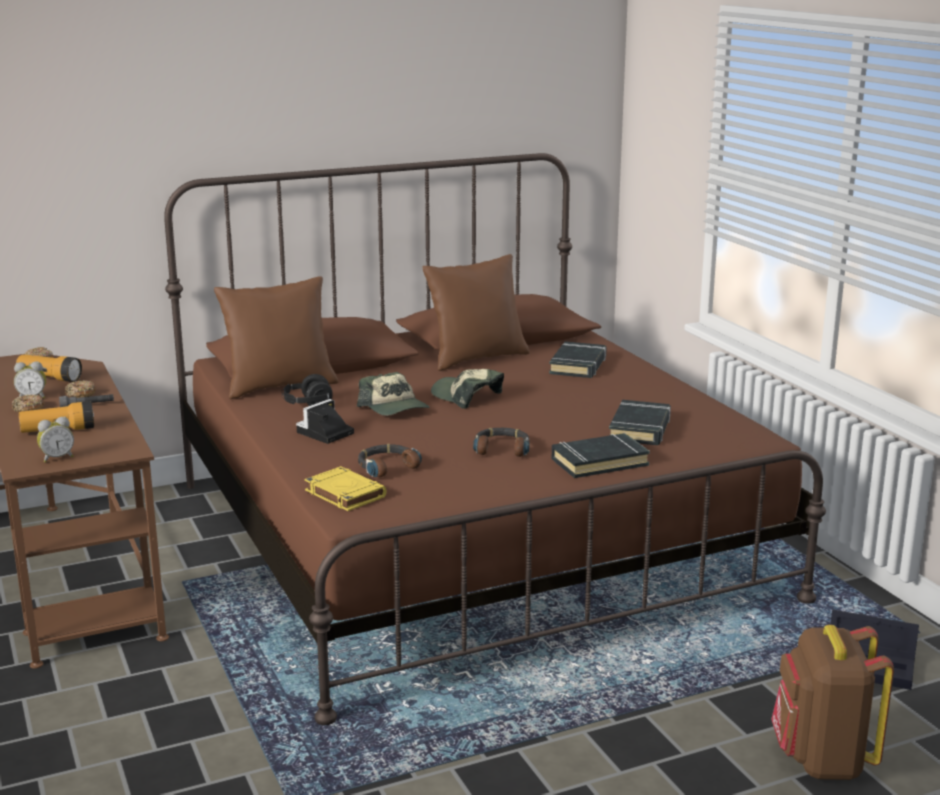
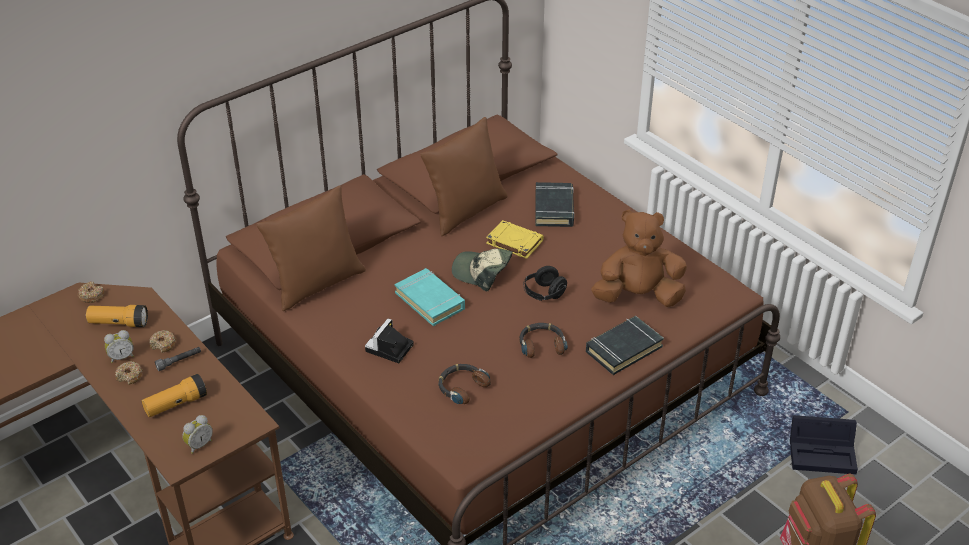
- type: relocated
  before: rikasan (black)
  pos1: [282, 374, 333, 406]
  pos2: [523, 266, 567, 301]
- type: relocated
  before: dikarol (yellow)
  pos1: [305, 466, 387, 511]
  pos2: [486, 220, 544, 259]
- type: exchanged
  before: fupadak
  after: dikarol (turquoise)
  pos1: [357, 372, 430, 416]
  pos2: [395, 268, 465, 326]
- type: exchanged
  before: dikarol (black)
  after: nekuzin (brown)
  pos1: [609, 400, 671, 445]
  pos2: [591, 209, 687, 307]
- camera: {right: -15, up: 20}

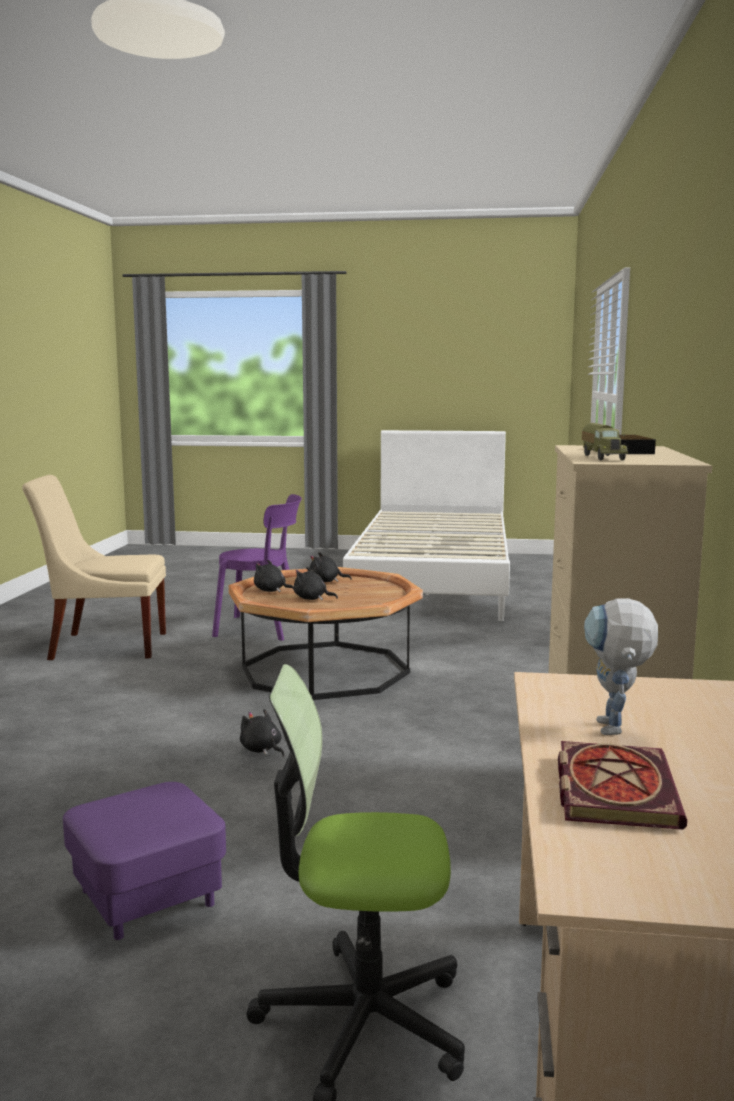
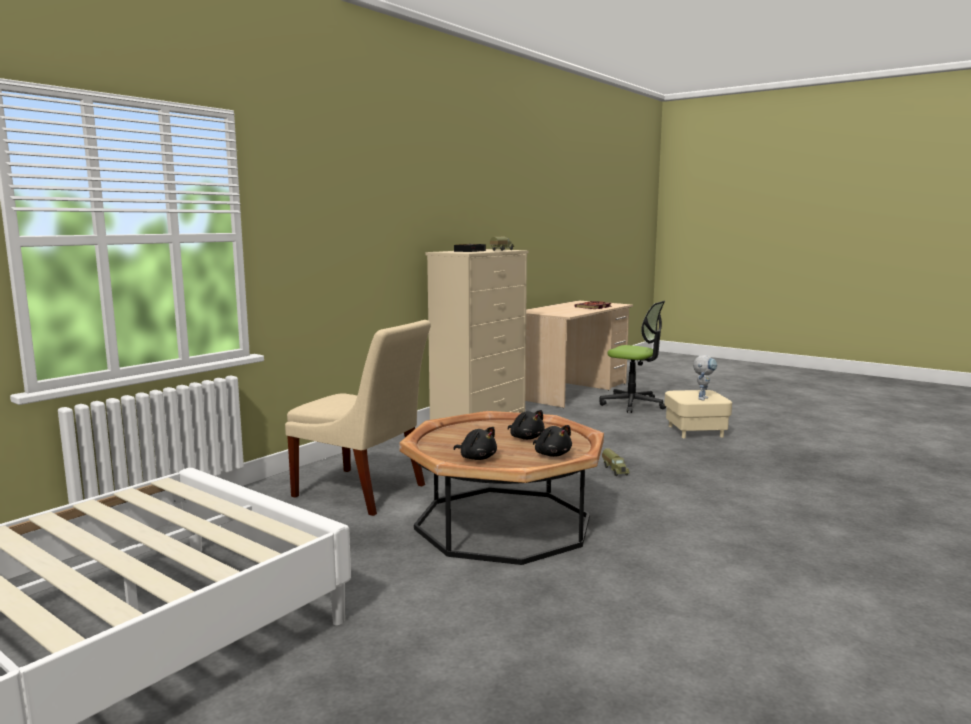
- type: missing
  before: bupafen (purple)
  pos1: [212, 494, 302, 641]
- type: relocated
  before: bupafen (beige)
  pos1: [22, 475, 166, 660]
  pos2: [285, 320, 431, 516]
- type: relocated
  before: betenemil
  pos1: [584, 598, 658, 735]
  pos2: [693, 355, 717, 401]
- type: exchanged
  before: nekuzin (black)
  after: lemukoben
  pos1: [240, 709, 284, 757]
  pos2: [602, 448, 630, 476]
- type: colour
  before: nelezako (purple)
  after: nelezako (beige)
  pos1: [63, 782, 226, 940]
  pos2: [664, 390, 732, 438]
- camera: {right: -150, up: 0}

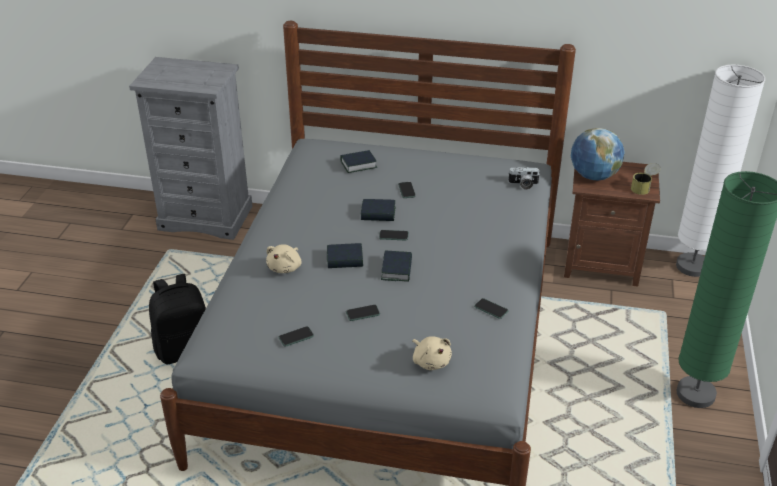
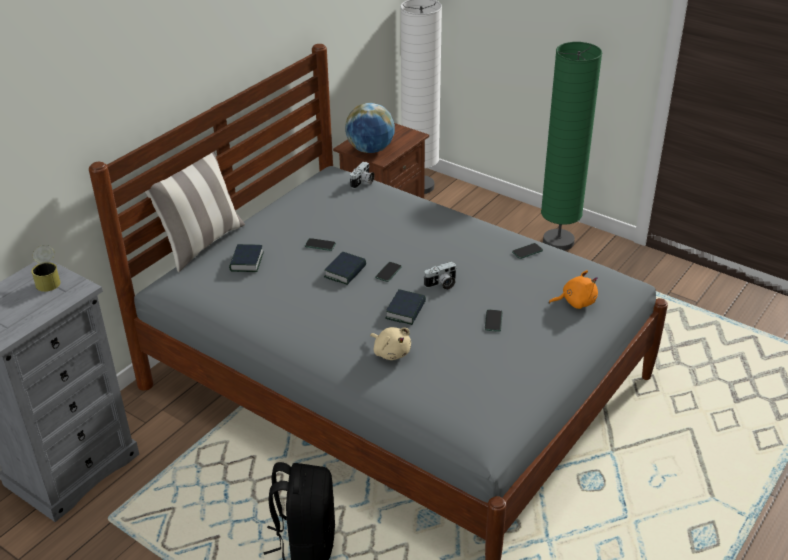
- type: missing
  before: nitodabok
  pos1: [278, 326, 314, 347]
- type: appeared
  after: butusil
  pos2: [145, 151, 245, 272]
- type: relocated
  before: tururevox
  pos1: [631, 163, 661, 195]
  pos2: [31, 245, 61, 292]
- type: exchanged
  before: dikarol
  after: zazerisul
  pos1: [381, 251, 412, 282]
  pos2: [424, 261, 456, 290]
- type: colour
  before: nekuzin (beige)
  after: nekuzin (orange)
  pos1: [412, 336, 452, 370]
  pos2: [549, 270, 598, 309]
- camera: {right: -65, up: 0}

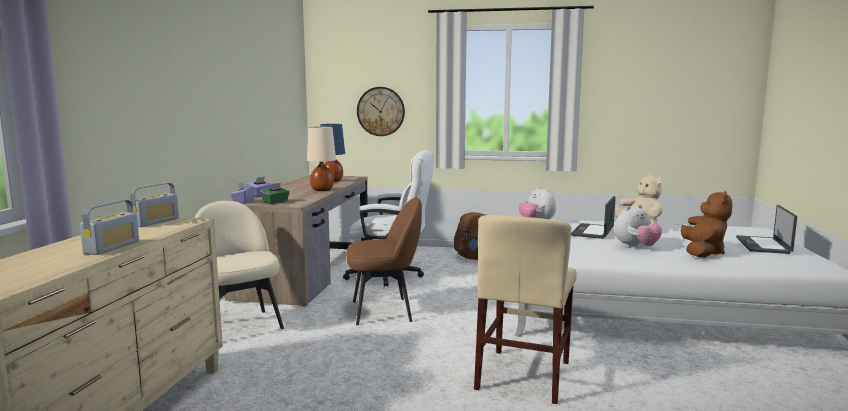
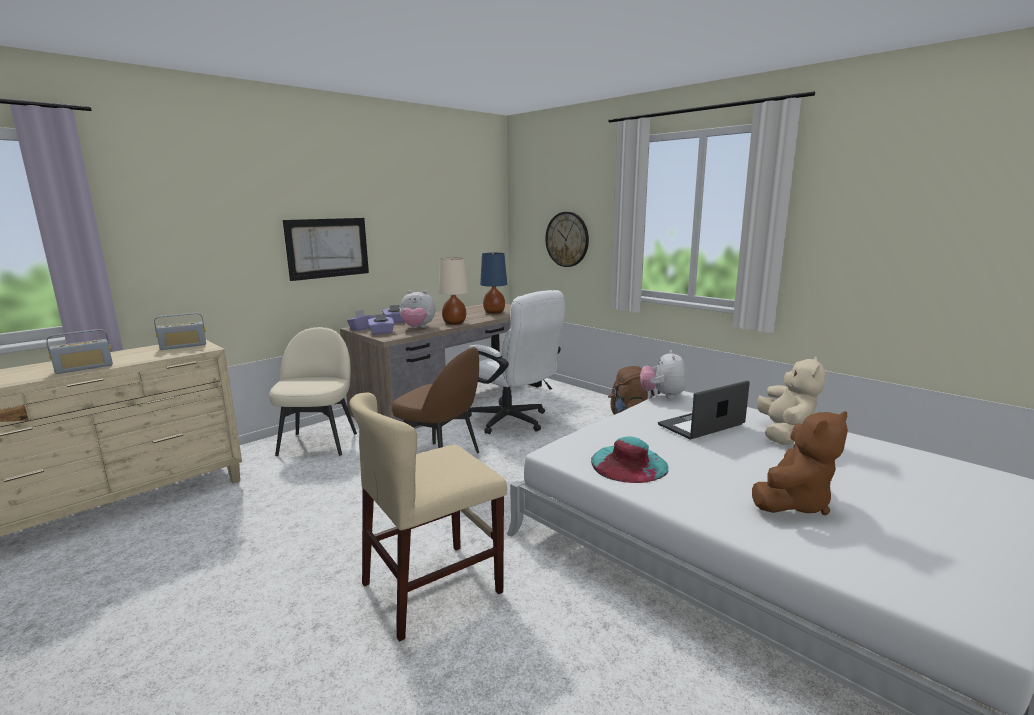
- type: missing
  before: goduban
  pos1: [736, 205, 797, 254]
- type: appeared
  after: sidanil
  pos2: [283, 218, 369, 281]
- type: appeared
  after: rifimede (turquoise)
  pos2: [591, 436, 669, 483]
- type: relocated
  before: nekuzin
  pos1: [615, 205, 662, 248]
  pos2: [400, 291, 435, 328]
- type: colour
  before: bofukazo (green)
  after: bofukazo (purple)
  pos1: [260, 183, 290, 204]
  pos2: [368, 314, 394, 334]
- camera: {right: 35, up: 5}

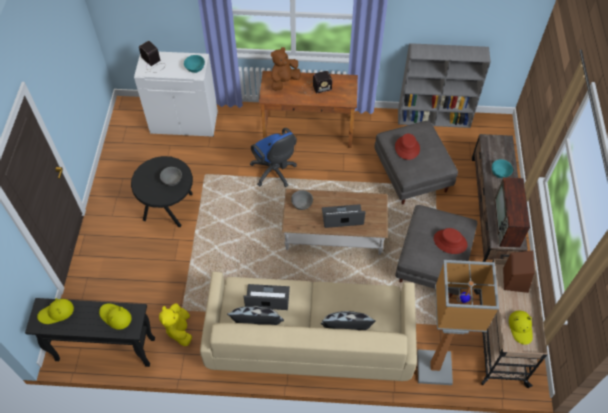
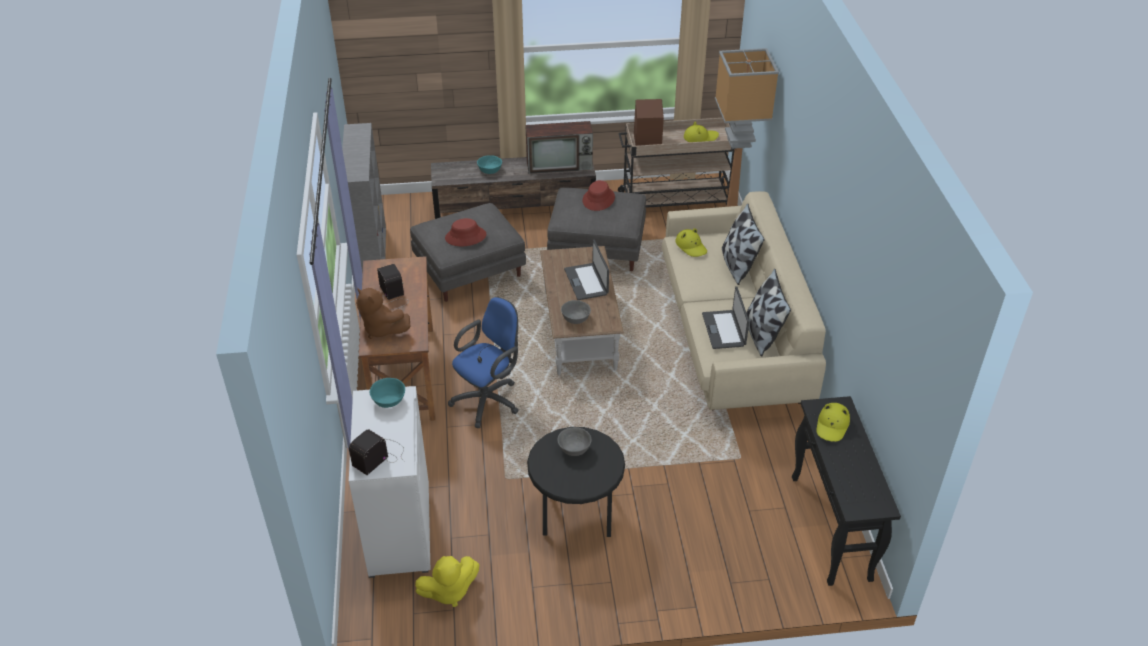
- type: relocated
  before: rifimede (yellow)
  pos1: [37, 298, 74, 324]
  pos2: [676, 228, 707, 257]
- type: relocated
  before: nekuzin (yellow)
  pos1: [159, 303, 192, 346]
  pos2: [415, 556, 479, 607]
- camera: {right: -100, up: -15}

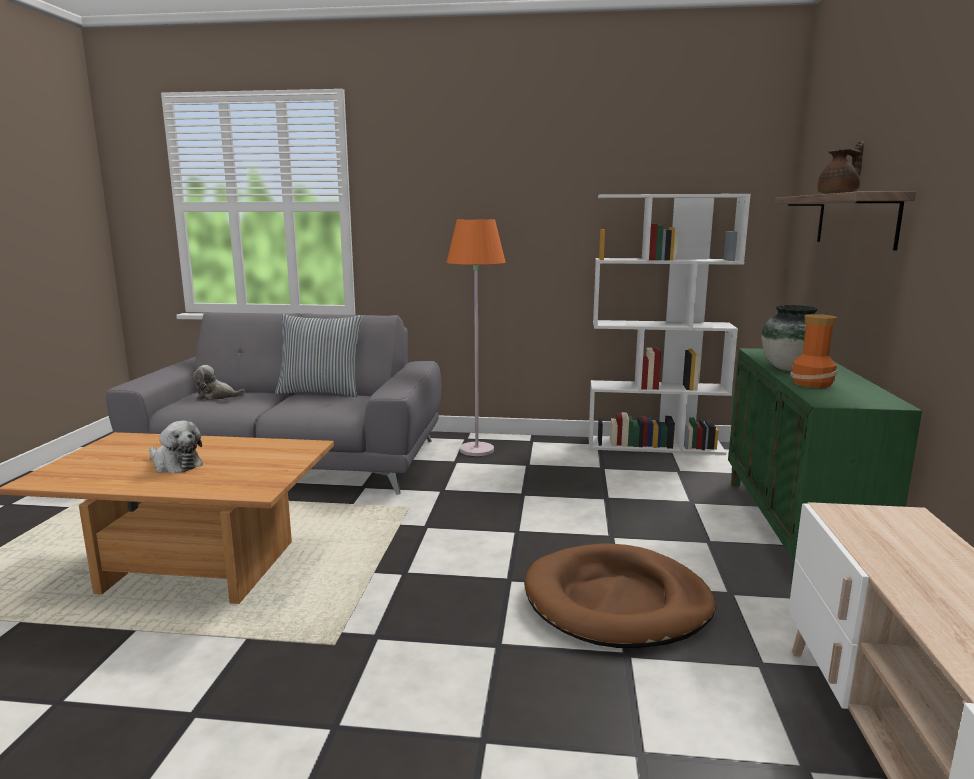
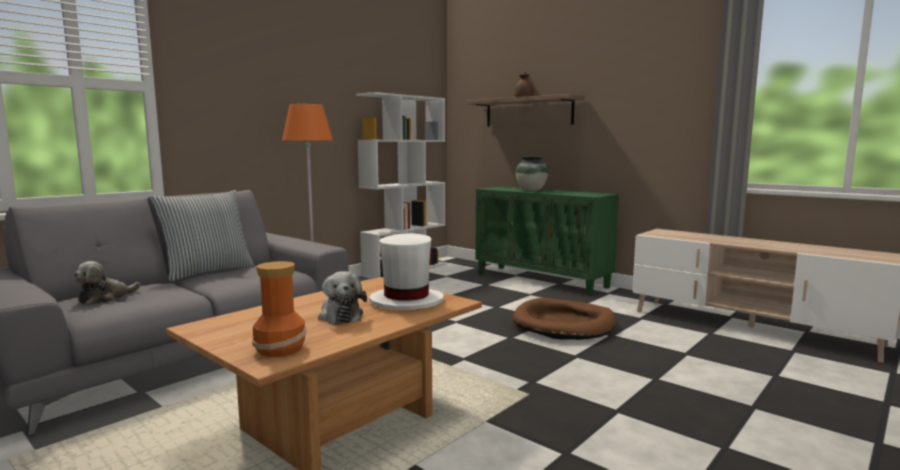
- type: appeared
  after: rifimede (white)
  pos2: [369, 233, 444, 310]
- type: relocated
  before: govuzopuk
  pos1: [791, 314, 837, 388]
  pos2: [252, 261, 306, 357]
- type: spun
  before: nekuzin
  pos1: [149, 420, 203, 473]
  pos2: [318, 271, 367, 324]
  turn: 90
- camera: {right: -55, up: -5}

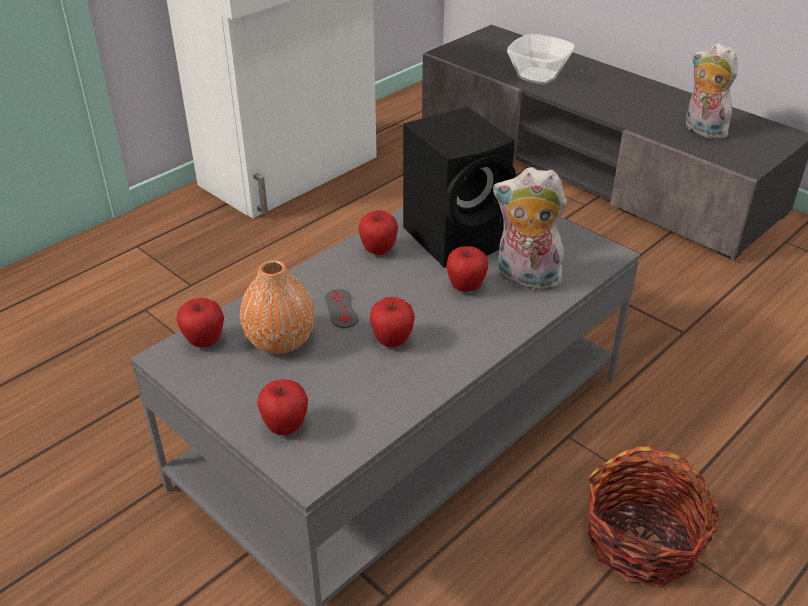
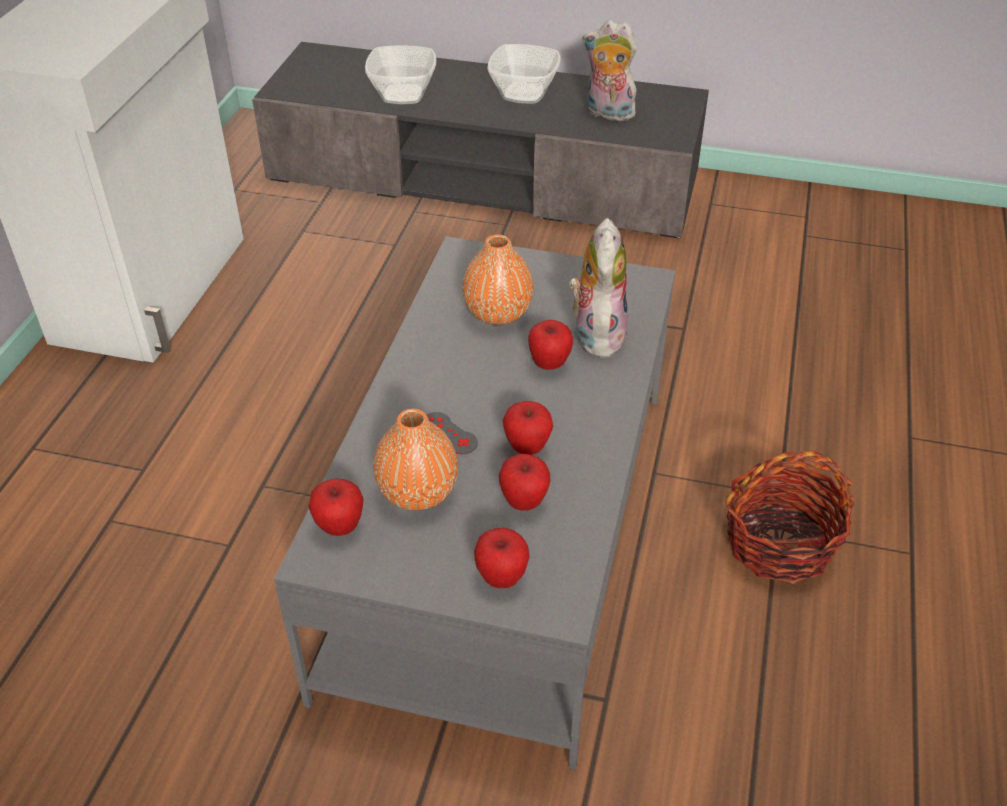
- type: appeared
  after: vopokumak
  pos2: [487, 44, 561, 104]
- type: relocated
  before: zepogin
  pos1: [358, 210, 398, 255]
  pos2: [499, 454, 550, 511]
- type: exchanged
  before: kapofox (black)
  after: govuzopuk (orange)
  pos1: [403, 107, 516, 268]
  pos2: [462, 234, 534, 325]
- type: spun
  before: nekuzin
  pos1: [493, 167, 567, 290]
  pos2: [569, 218, 628, 358]
  turn: 105
- camera: {right: -30, up: 5}

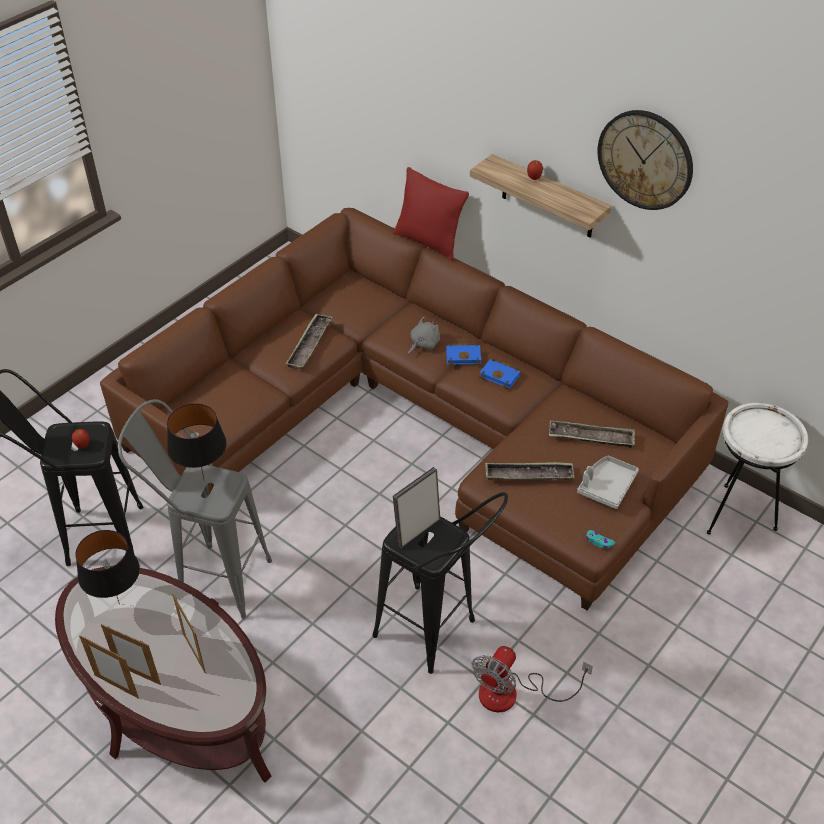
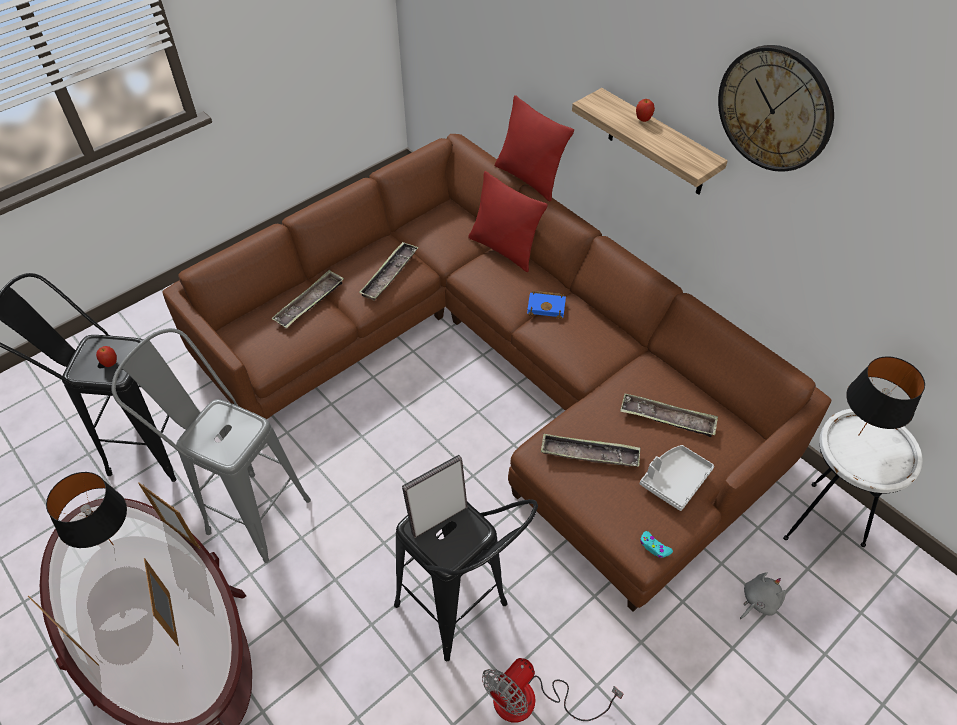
- type: missing
  before: dikarol (blue)
  pos1: [479, 359, 521, 389]
- type: appeared
  after: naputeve
  pos2: [272, 270, 344, 328]
- type: appeared
  after: butusil (red)
  pos2: [468, 171, 548, 272]
- type: relocated
  before: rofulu
  pos1: [101, 624, 161, 685]
  pos2: [138, 482, 201, 549]
- type: relocated
  before: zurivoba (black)
  pos1: [167, 403, 227, 479]
  pos2: [846, 356, 925, 436]
- type: relocated
  before: nekuzin (grey)
  pos1: [408, 317, 440, 355]
  pos2: [740, 573, 786, 619]
- camera: {right: 10, up: 5}

